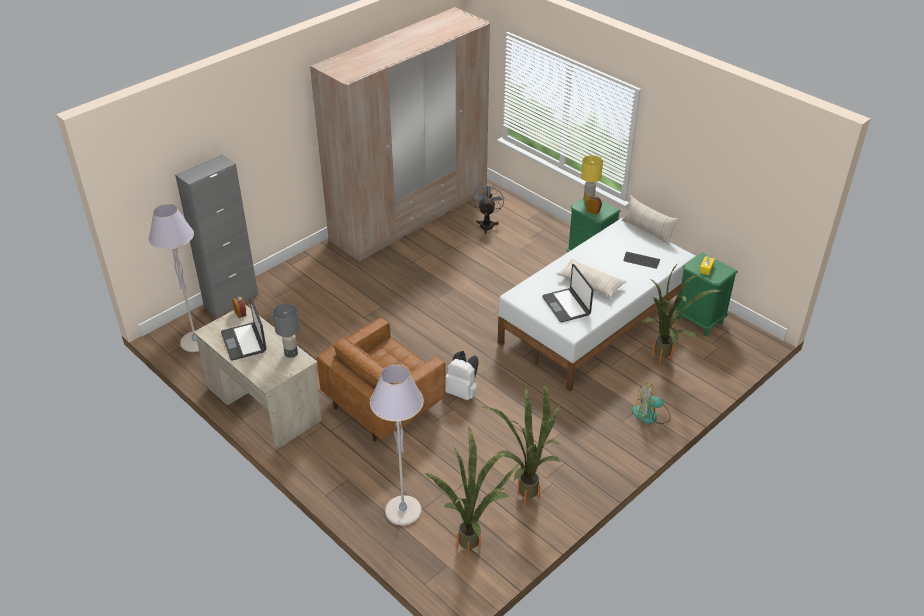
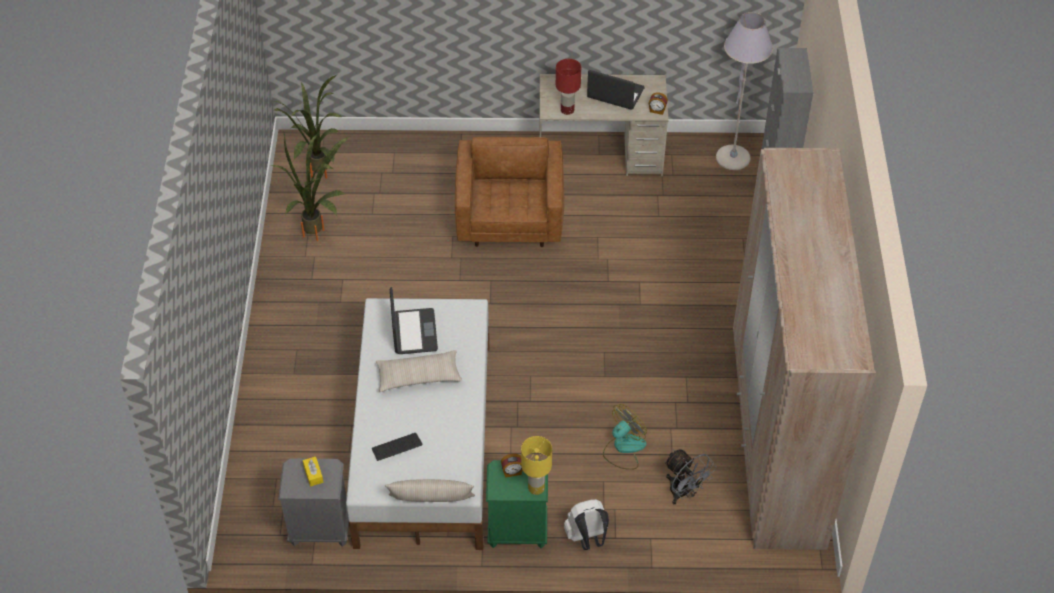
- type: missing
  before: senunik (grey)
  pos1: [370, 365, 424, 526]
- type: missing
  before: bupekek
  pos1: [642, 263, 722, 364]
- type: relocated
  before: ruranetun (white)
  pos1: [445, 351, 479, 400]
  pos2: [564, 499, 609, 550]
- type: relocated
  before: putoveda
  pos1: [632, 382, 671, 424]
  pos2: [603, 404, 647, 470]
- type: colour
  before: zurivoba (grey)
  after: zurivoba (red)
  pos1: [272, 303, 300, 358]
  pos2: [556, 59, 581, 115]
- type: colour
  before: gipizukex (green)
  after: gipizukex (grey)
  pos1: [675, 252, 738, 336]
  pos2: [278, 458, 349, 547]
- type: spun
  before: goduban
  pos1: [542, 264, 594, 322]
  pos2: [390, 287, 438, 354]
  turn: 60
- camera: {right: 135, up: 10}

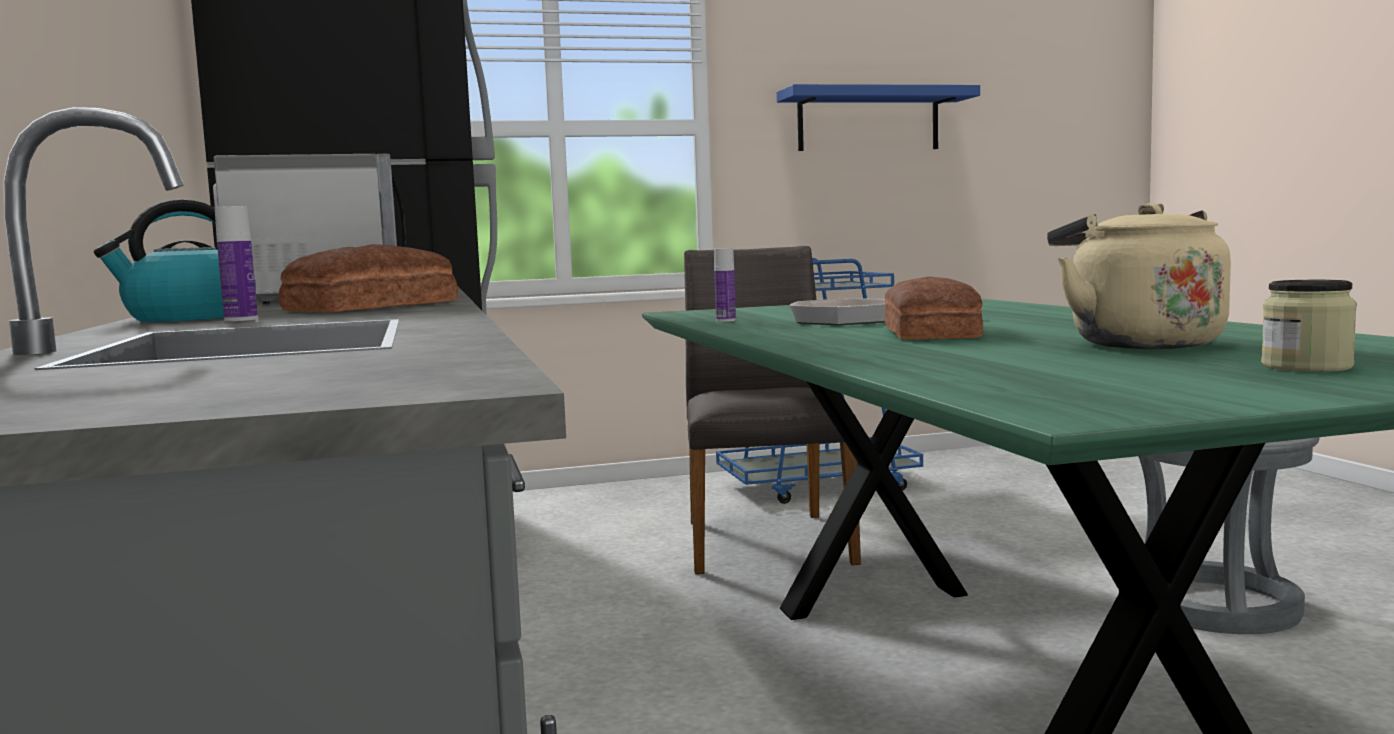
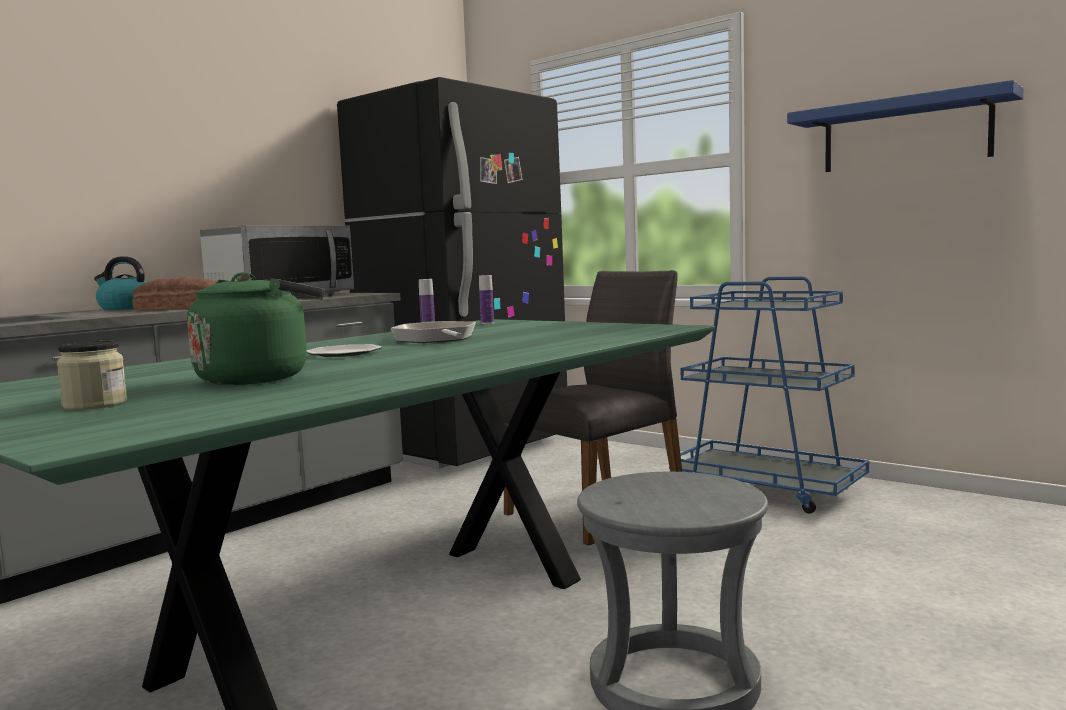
- type: relocated
  before: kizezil
  pos1: [215, 206, 258, 321]
  pos2: [479, 275, 494, 324]
- type: exchanged
  before: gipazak
  after: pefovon
  pos1: [884, 277, 983, 340]
  pos2: [307, 344, 382, 357]
- type: colour
  before: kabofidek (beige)
  after: kabofidek (green)
  pos1: [1047, 203, 1231, 349]
  pos2: [187, 272, 324, 385]
- camera: {right: 55, up: 0}

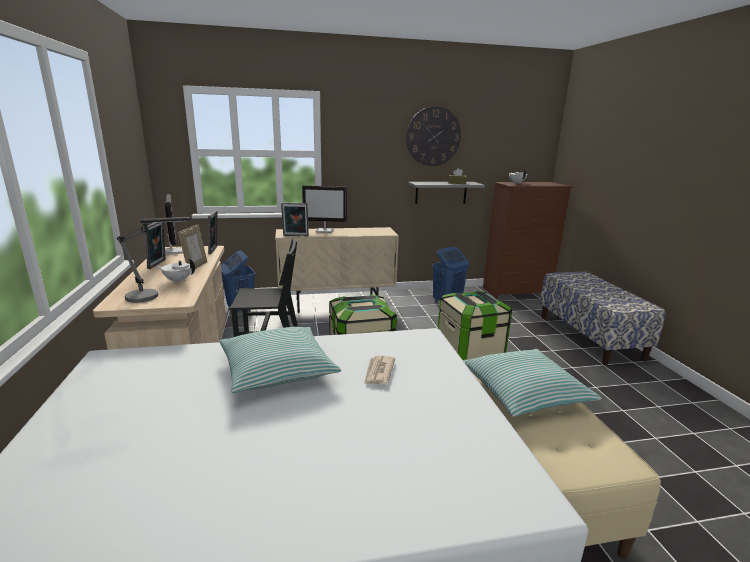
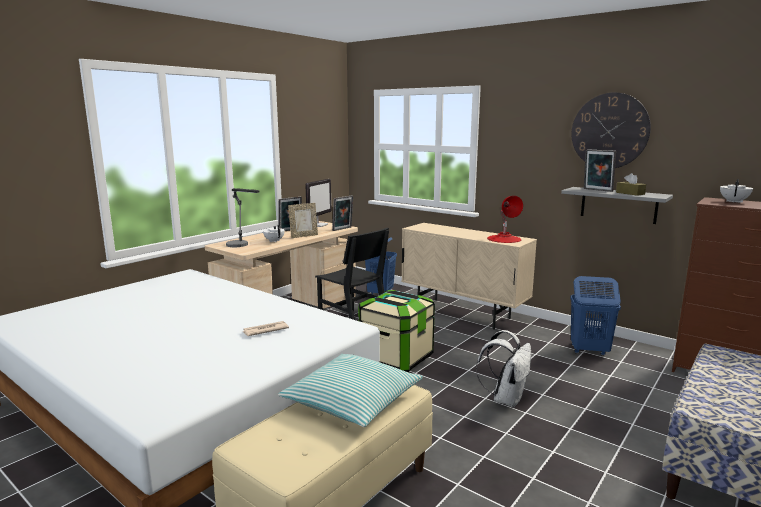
- type: missing
  before: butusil
  pos1: [220, 327, 341, 393]
- type: missing
  before: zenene
  pos1: [302, 185, 347, 233]
- type: appeared
  after: zurivoba (red)
  pos2: [487, 196, 523, 243]
- type: relocated
  before: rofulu
  pos1: [281, 203, 309, 236]
  pos2: [584, 149, 616, 192]
- type: exchanged
  before: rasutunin
  after: ruranetun (white)
  pos1: [438, 290, 512, 360]
  pos2: [476, 330, 531, 408]
- camera: {right: 50, up: -5}

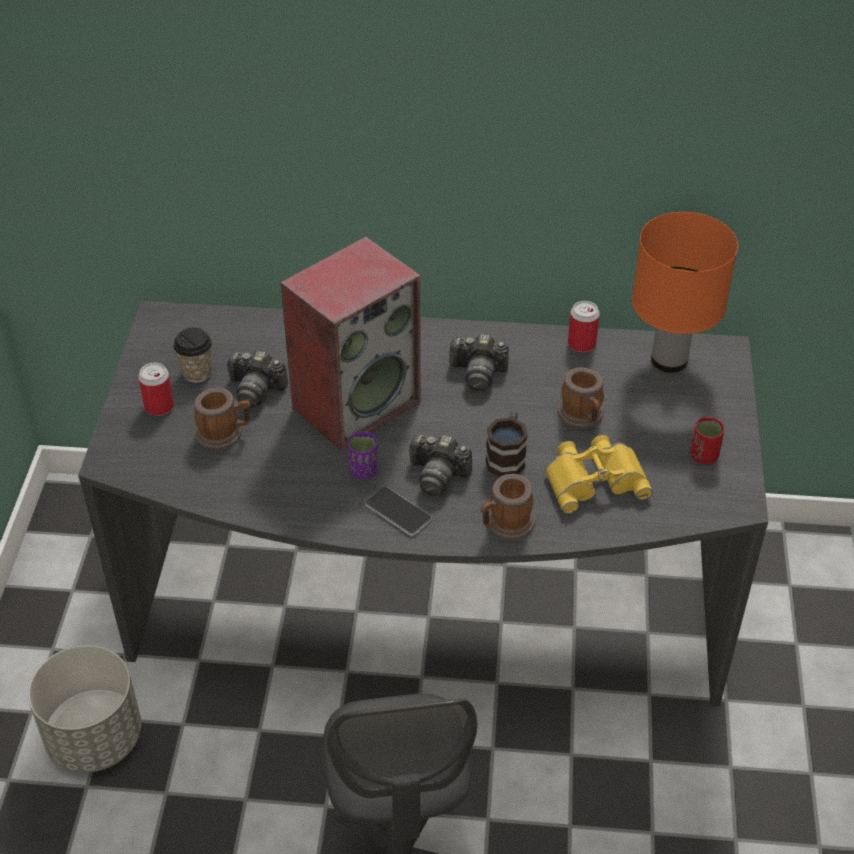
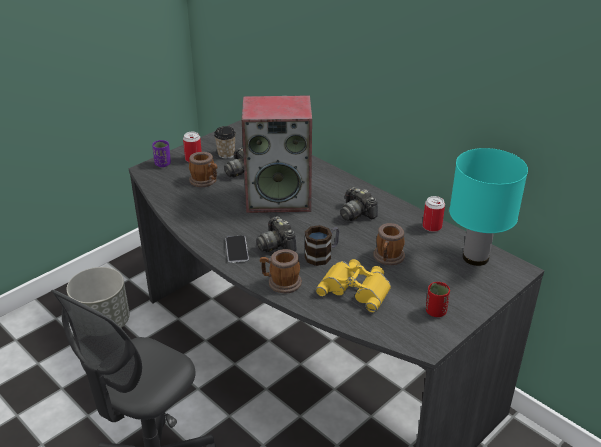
- type: relocated
  before: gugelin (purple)
  pos1: [347, 431, 378, 480]
  pos2: [152, 140, 171, 167]
- type: colour
  before: zurivoba (orange)
  after: zurivoba (turquoise)
  pos1: [632, 212, 738, 373]
  pos2: [449, 148, 528, 266]
- camera: {right: 40, up: -10}

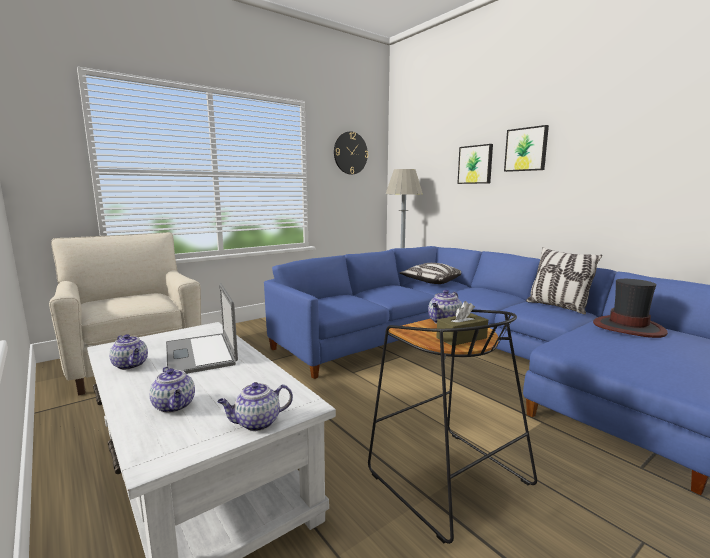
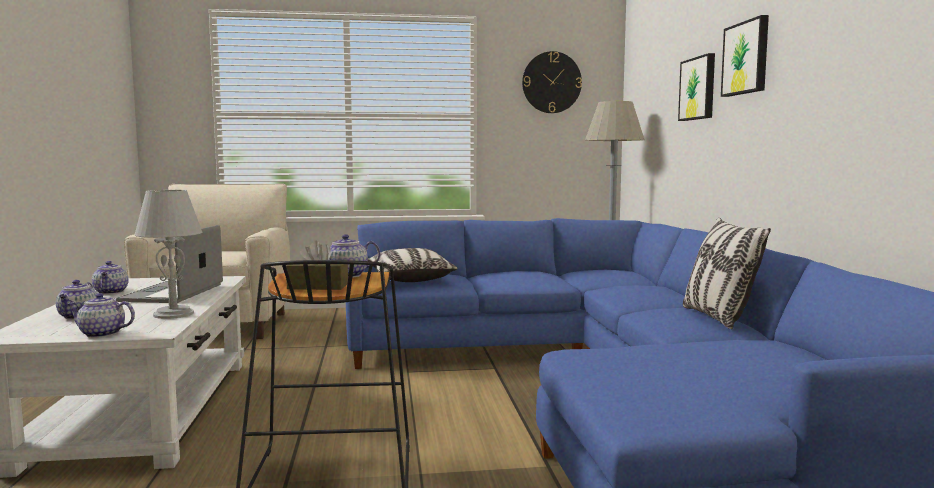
- type: missing
  before: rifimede
  pos1: [593, 279, 668, 338]
- type: appeared
  after: zurivoba (grey)
  pos2: [135, 190, 202, 319]
- type: relocated
  before: butusil
  pos1: [400, 263, 461, 284]
  pos2: [368, 248, 457, 282]
- camera: {right: 30, up: -5}

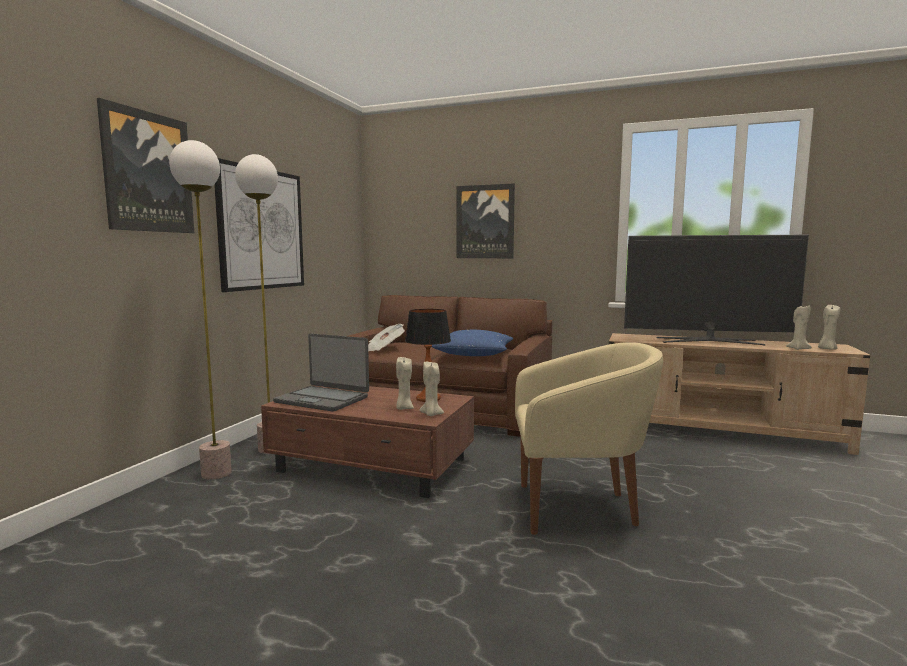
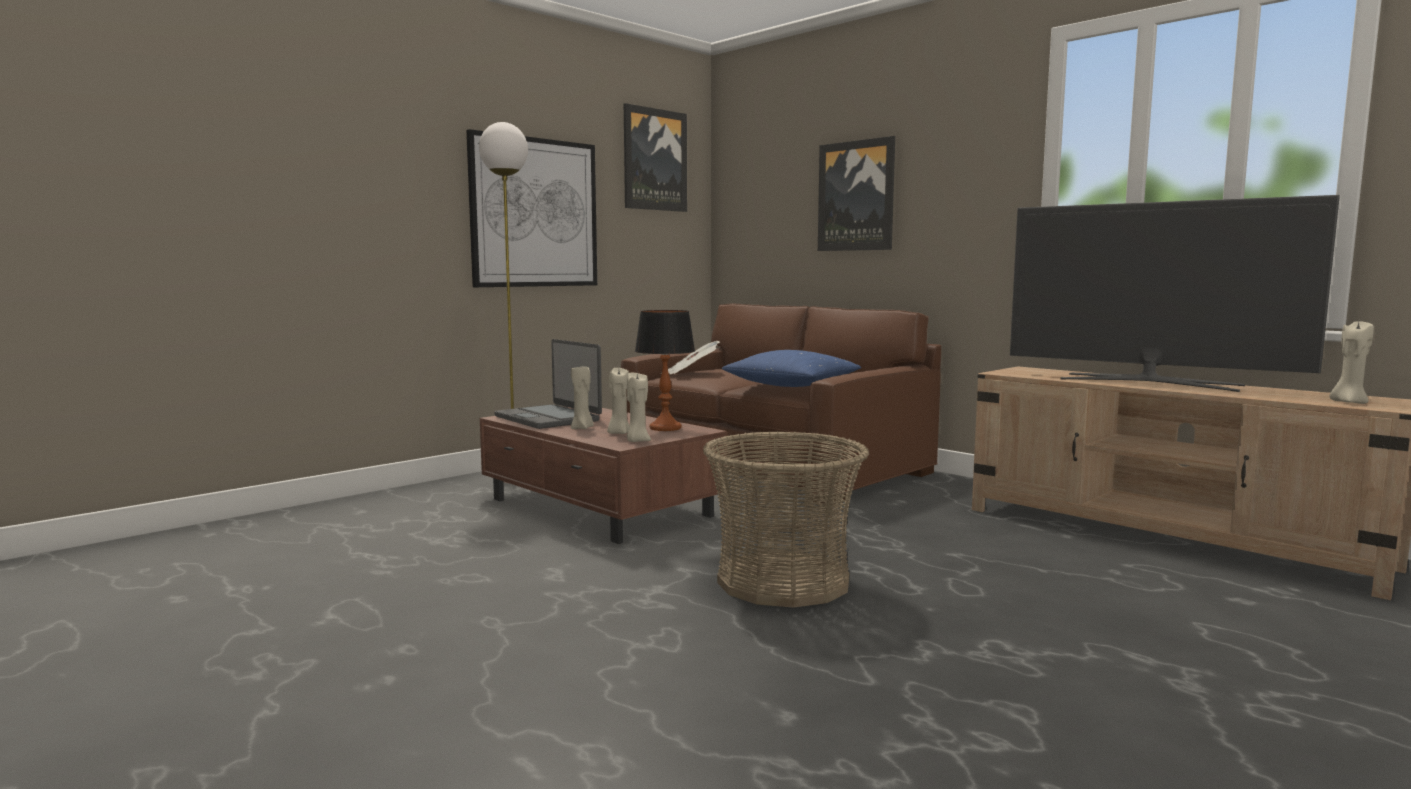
- type: missing
  before: senunik
  pos1: [169, 140, 232, 480]
- type: relocated
  before: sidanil
  pos1: [97, 98, 194, 233]
  pos2: [624, 103, 687, 212]
- type: relocated
  before: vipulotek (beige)
  pos1: [786, 305, 812, 350]
  pos2: [571, 365, 594, 429]
- type: exchanged
  before: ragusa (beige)
  after: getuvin
  pos1: [515, 342, 663, 535]
  pos2: [703, 431, 869, 608]
- camera: {right: 25, up: 0}

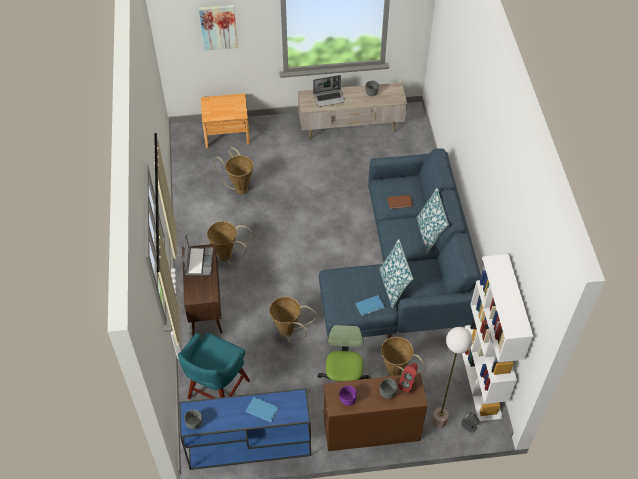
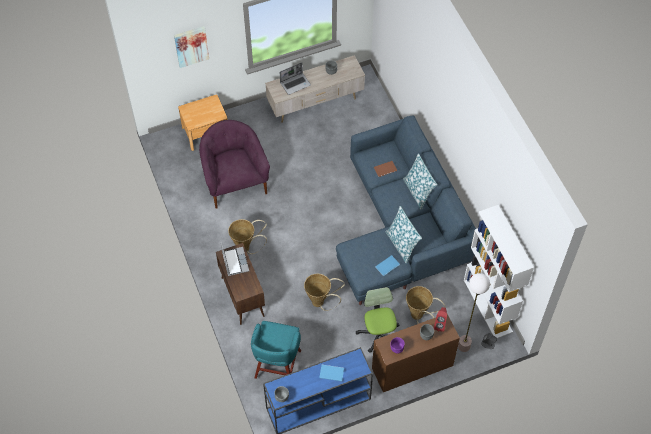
- type: exchanged
  before: getuvin
  after: ragusa (purple)
  pos1: [214, 147, 253, 194]
  pos2: [199, 120, 270, 209]
- camera: {right: -15, up: 5}

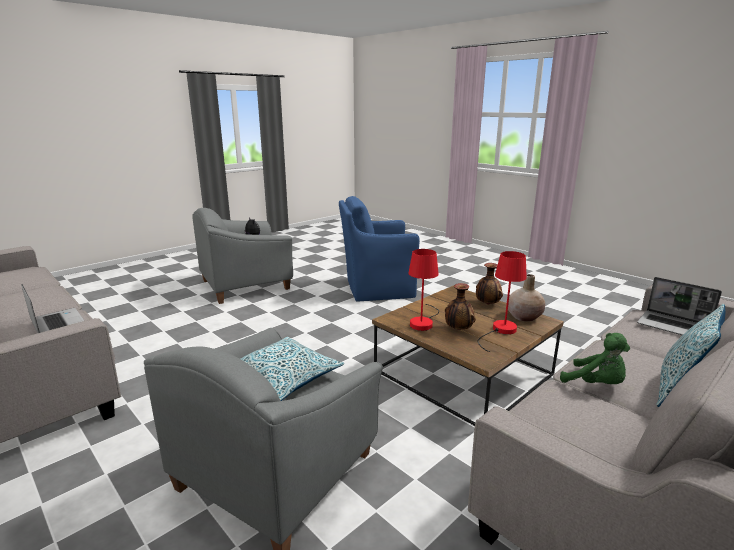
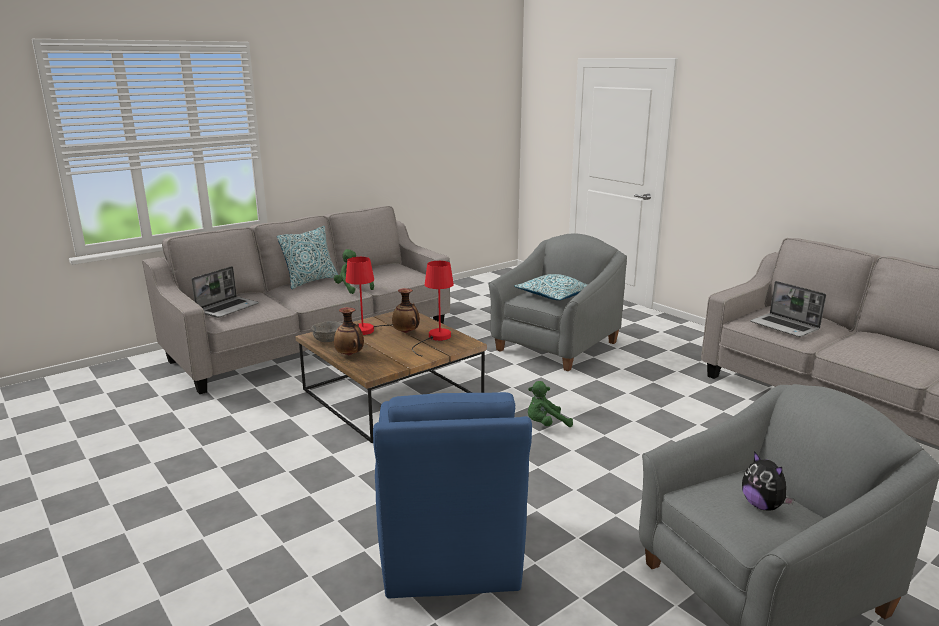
- type: appeared
  after: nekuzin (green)
  pos2: [528, 381, 573, 427]
- type: exchanged
  before: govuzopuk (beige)
  after: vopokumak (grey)
  pos1: [508, 274, 545, 322]
  pos2: [311, 321, 343, 342]
- type: spun
  before: ragusa (blue)
  pos1: [339, 196, 420, 301]
  pos2: [373, 392, 532, 598]
  turn: 90
- type: spun
  before: goduban
  pos1: [637, 277, 722, 335]
  pos2: [191, 266, 259, 318]
  turn: 75
- camera: {right: -175, up: 0}

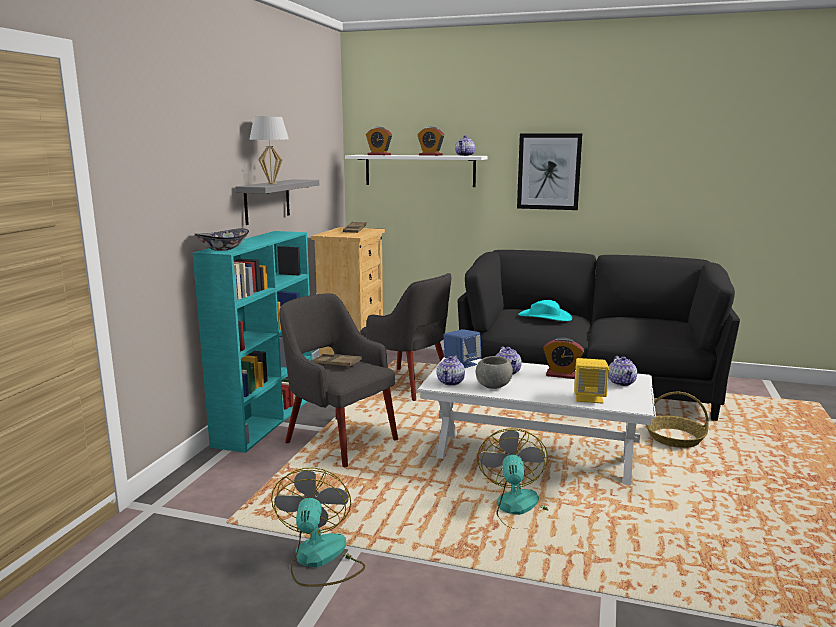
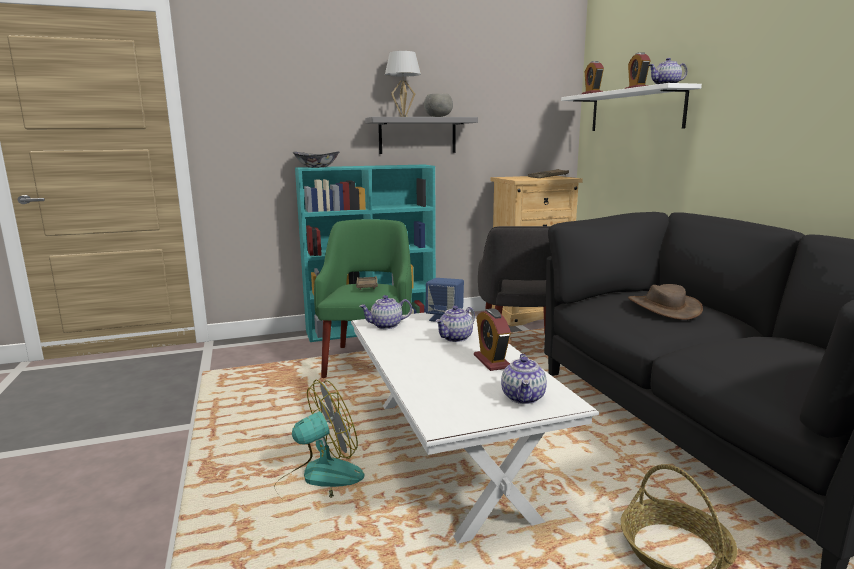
- type: missing
  before: putoveda
  pos1: [271, 468, 365, 587]
- type: missing
  before: sidanil
  pos1: [517, 133, 582, 210]
- type: missing
  before: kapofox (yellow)
  pos1: [574, 358, 609, 404]
- type: relocated
  before: vopokumak (grey)
  pos1: [476, 356, 513, 389]
  pos2: [424, 94, 453, 117]
- type: colour
  before: ragusa (grey)
  after: ragusa (green)
  pos1: [279, 293, 398, 467]
  pos2: [314, 219, 412, 378]
- type: colour
  before: rifimede (turquoise)
  after: rifimede (brown)
  pos1: [518, 300, 572, 321]
  pos2: [628, 284, 703, 320]
- type: spun
  before: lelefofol
  pos1: [608, 356, 637, 386]
  pos2: [501, 354, 547, 404]
  turn: -45
- camera: {right: 55, up: 0}

